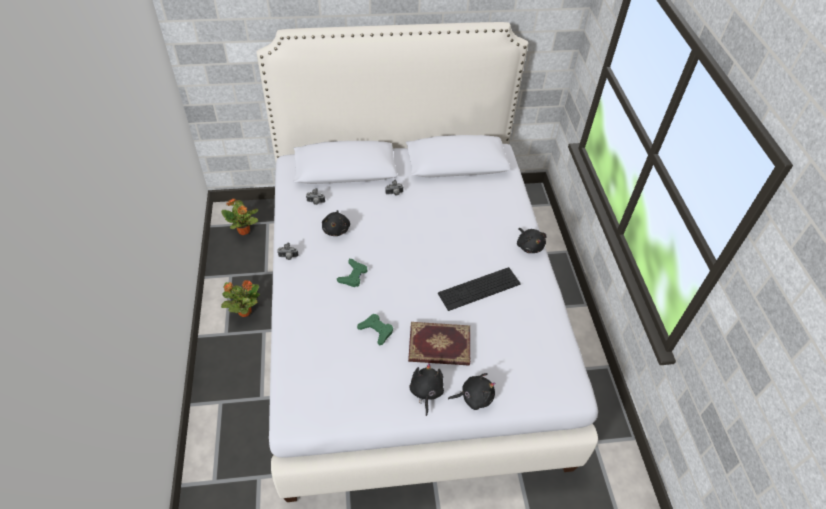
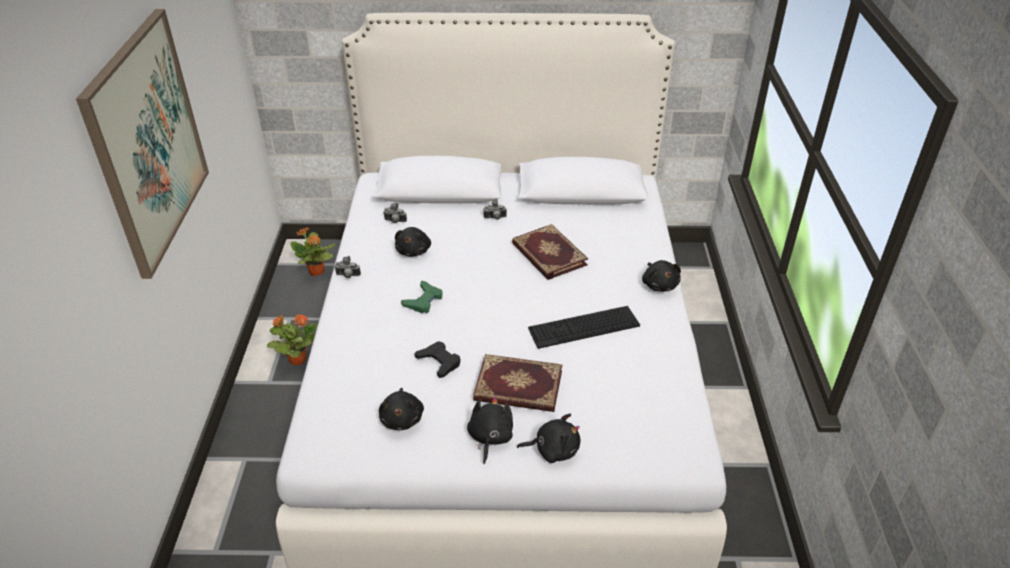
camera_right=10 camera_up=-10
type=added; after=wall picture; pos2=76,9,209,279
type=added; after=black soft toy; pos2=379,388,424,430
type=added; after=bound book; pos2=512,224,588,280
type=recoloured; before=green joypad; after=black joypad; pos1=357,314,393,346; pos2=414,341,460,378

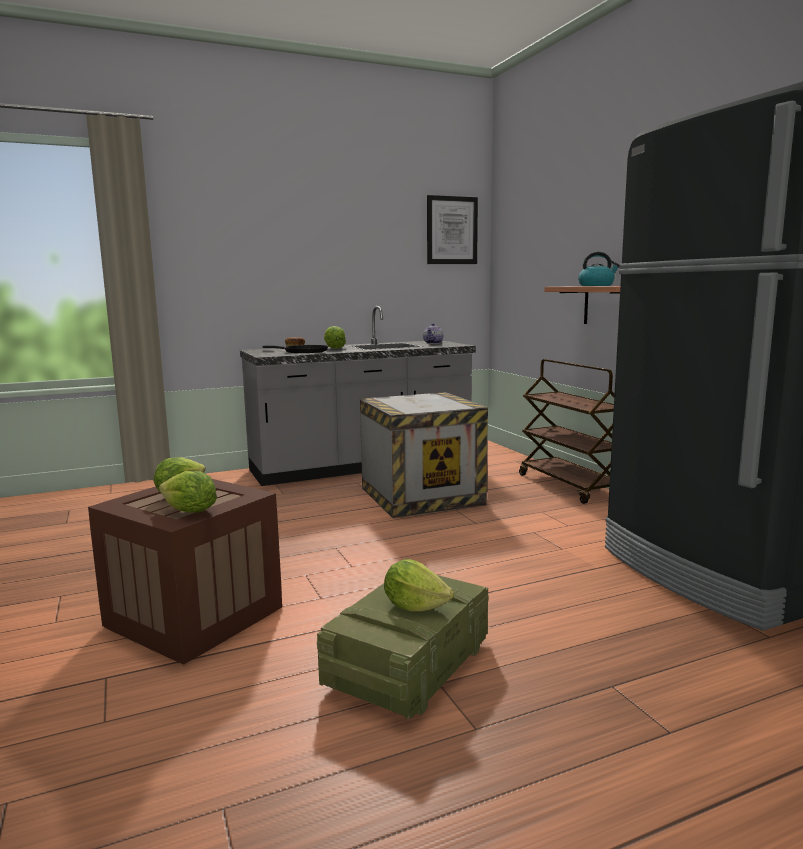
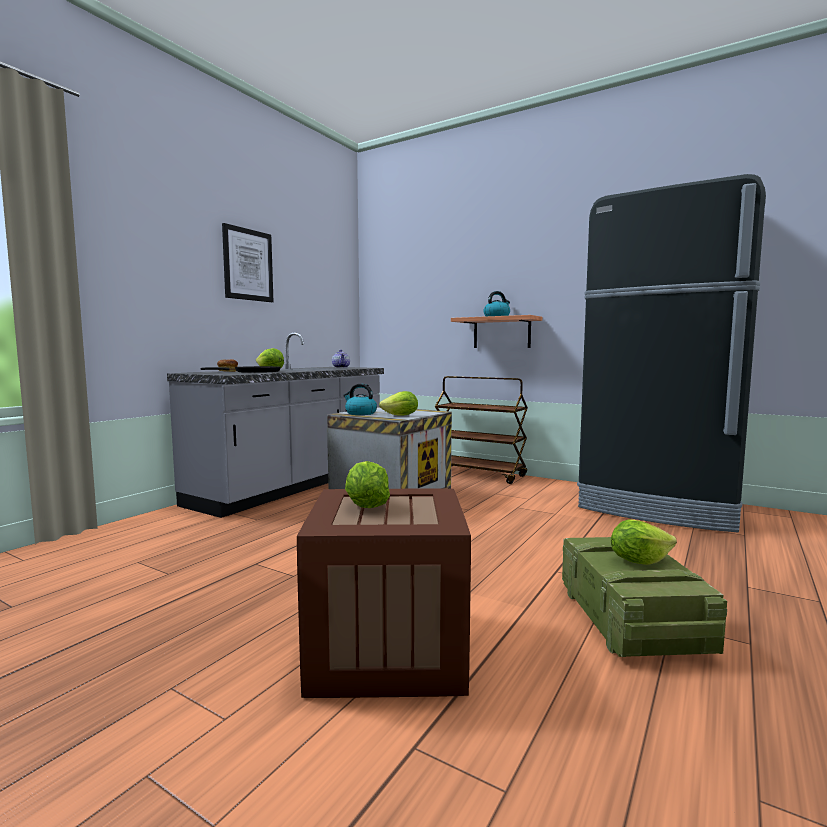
camera_right=-35 camera_up=-5
type=added; after=kettle; pos2=343,384,377,415
type=moved; before=head of lettuce; pos1=159,471,217,513; pos2=379,391,418,416
type=moved; before=wall picture; pos1=427,195,478,264; pos2=222,223,274,302

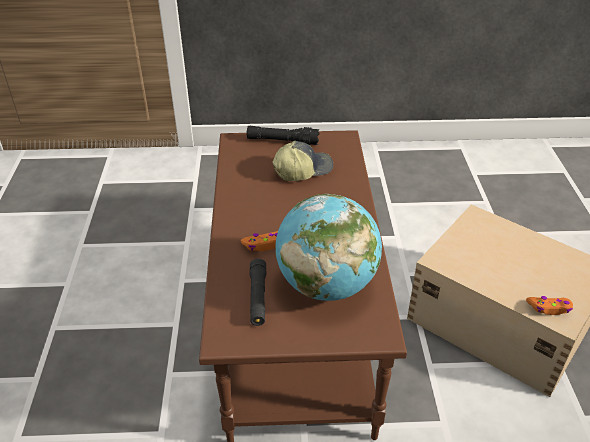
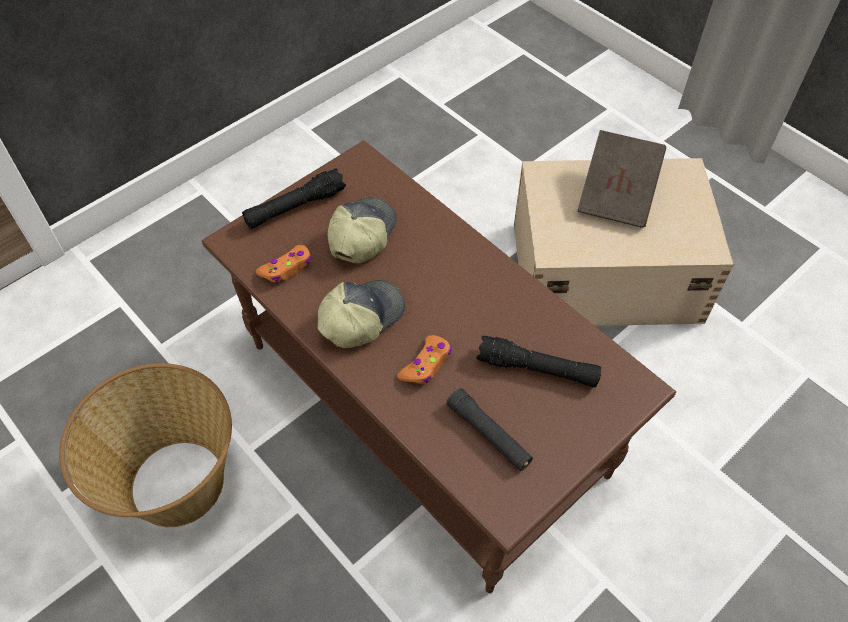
camera_right=-40 camera_up=15
type=added; after=storage basket; pos2=59,363,232,527
type=added; after=baseball cap; pos2=318,280,406,348
type=added; after=brown-coloured bound book; pos2=577,130,666,228
type=moved; before=orangey joypad; pos1=526,296,573,315; pos2=256,245,311,282
type=replaced; before=globe; after=black torch; pos1=276,194,382,301; pos2=476,336,601,388

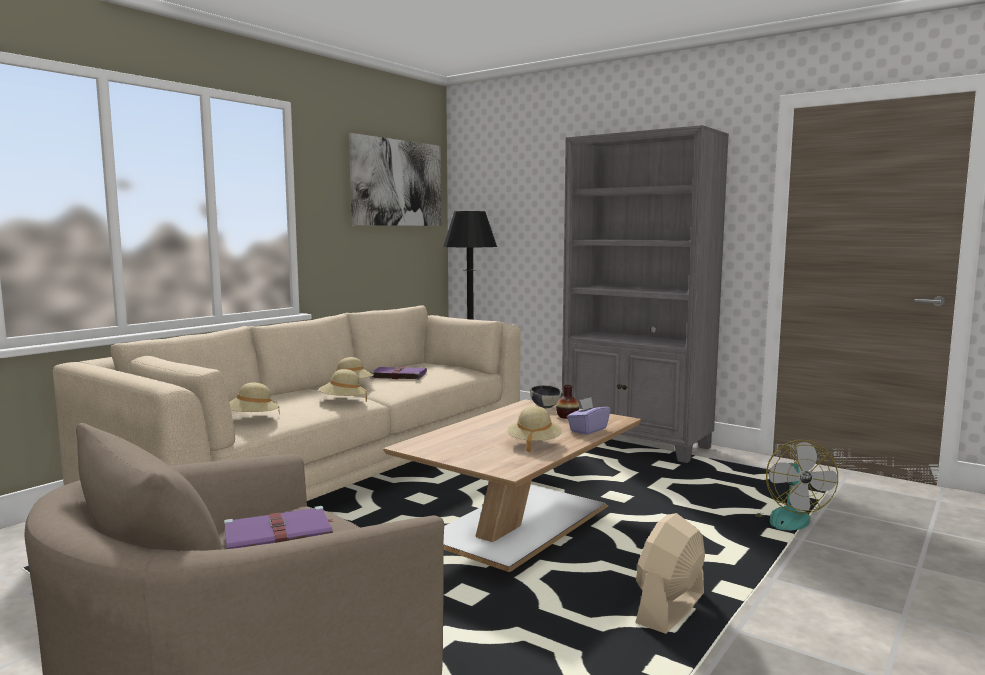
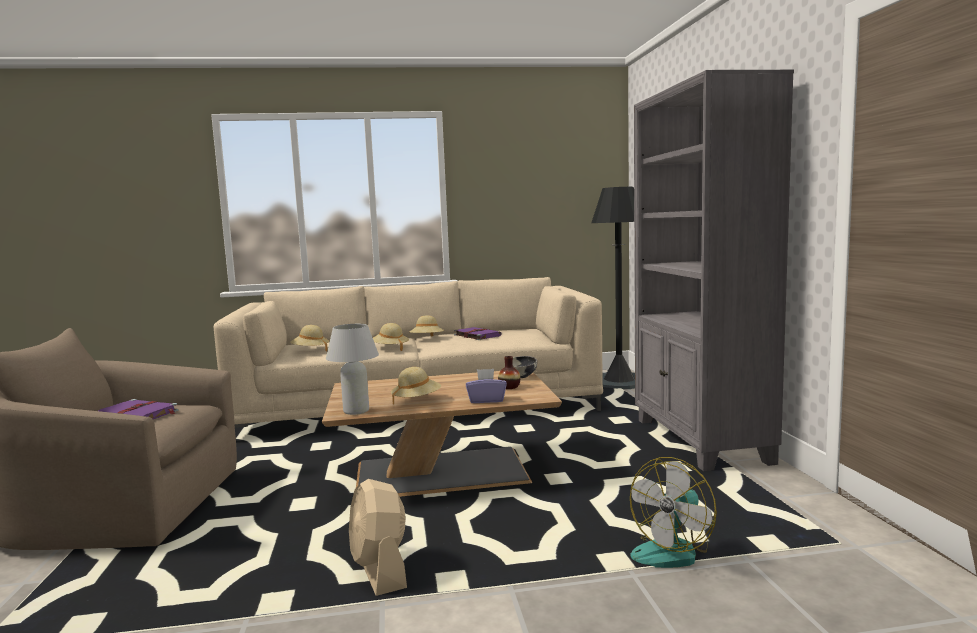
camera_right=45 camera_up=0
type=removed; before=wall picture; pos1=349,133,441,226
type=added; after=white table lamp; pos2=326,324,379,415
type=turned; before=beige-coloured cooling fan; pos1=635,513,705,634; pos2=349,479,407,596; turn=-105

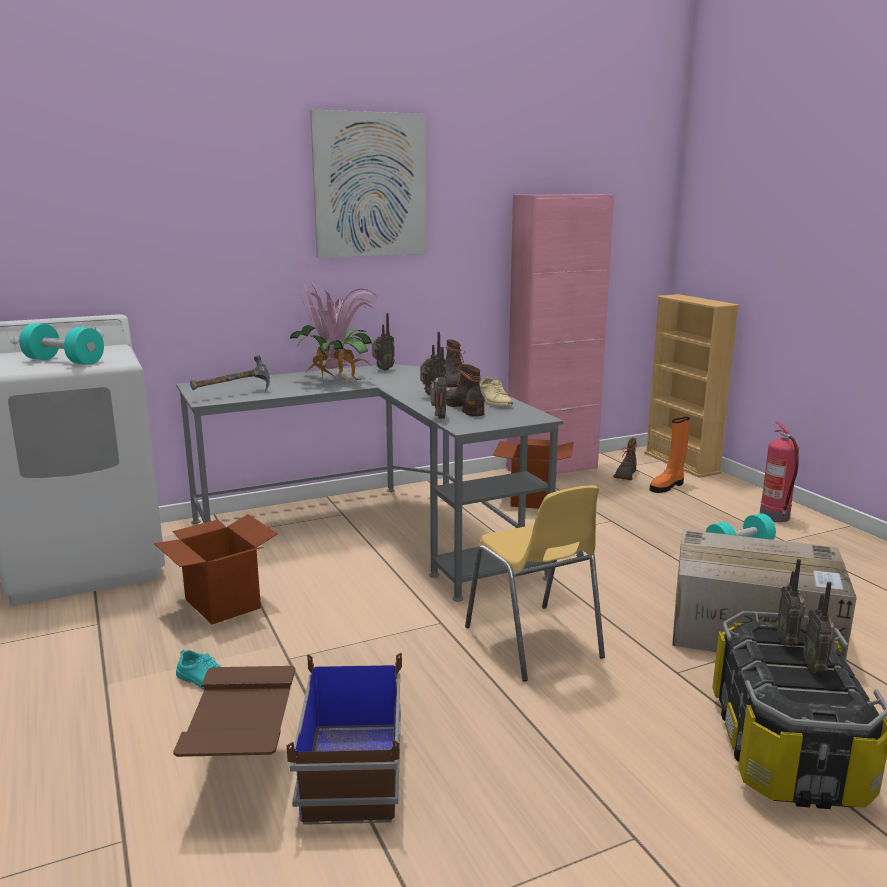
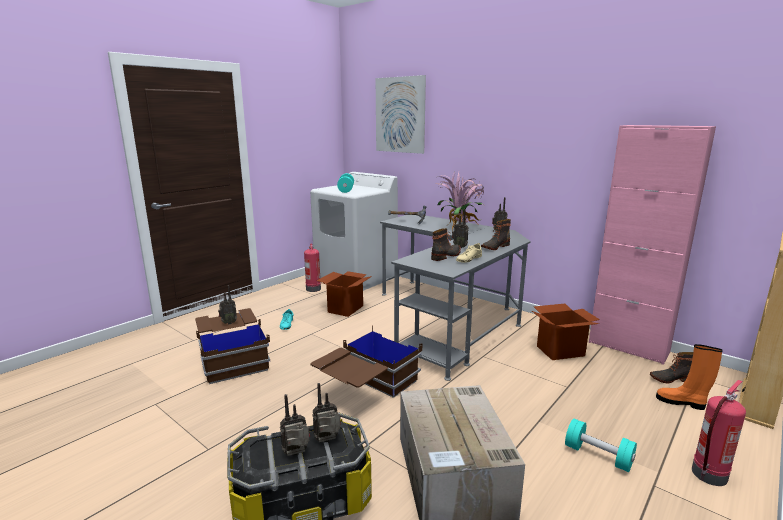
camera_right=65 camera_up=0
type=added; after=fire extinguisher; pos2=304,244,321,292
type=moved; before=wall picture; pos1=310,109,426,258; pos2=376,75,426,154
type=moved; before=radio receiver; pos1=430,347,446,419; pos2=218,285,237,324
type=replaced; before=yellow-coloured upright chair; after=brown-coloured storage box; pos1=465,485,605,681; pos2=311,325,422,398

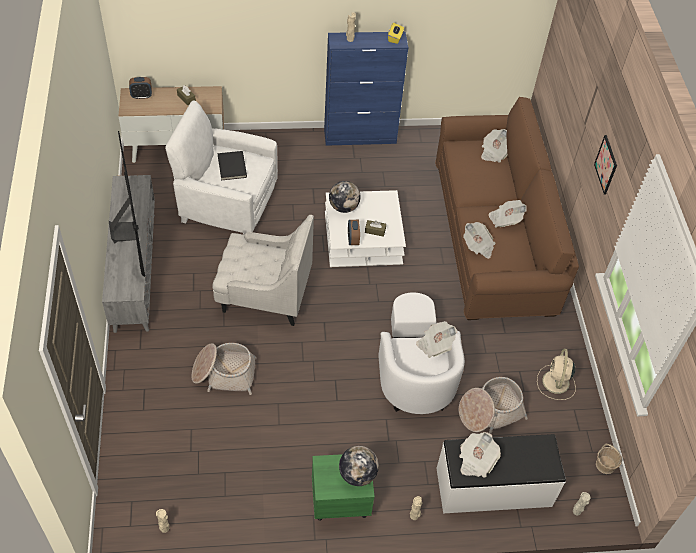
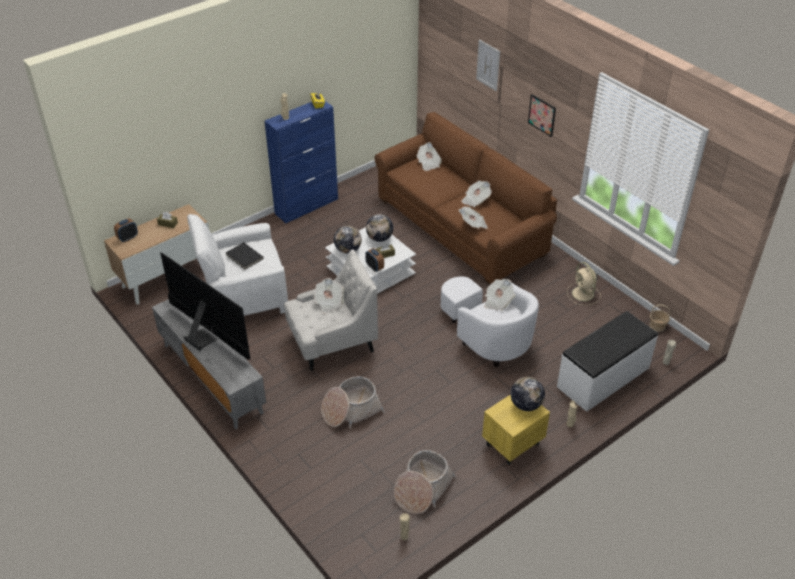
camera_right=-30 camera_up=-10
type=added; after=globe; pos2=366,214,393,242
type=added; after=wall picture; pos2=476,40,500,91
type=moved; before=storage basket; pos1=459,377,528,434; pos2=394,450,456,514
type=moved; before=daily paper; pos1=459,432,501,478; pos2=313,278,344,314
type=recoloured; before=green nightstand; after=yellow-coloured nightstand; pos1=312,454,375,521; pos2=482,394,550,465

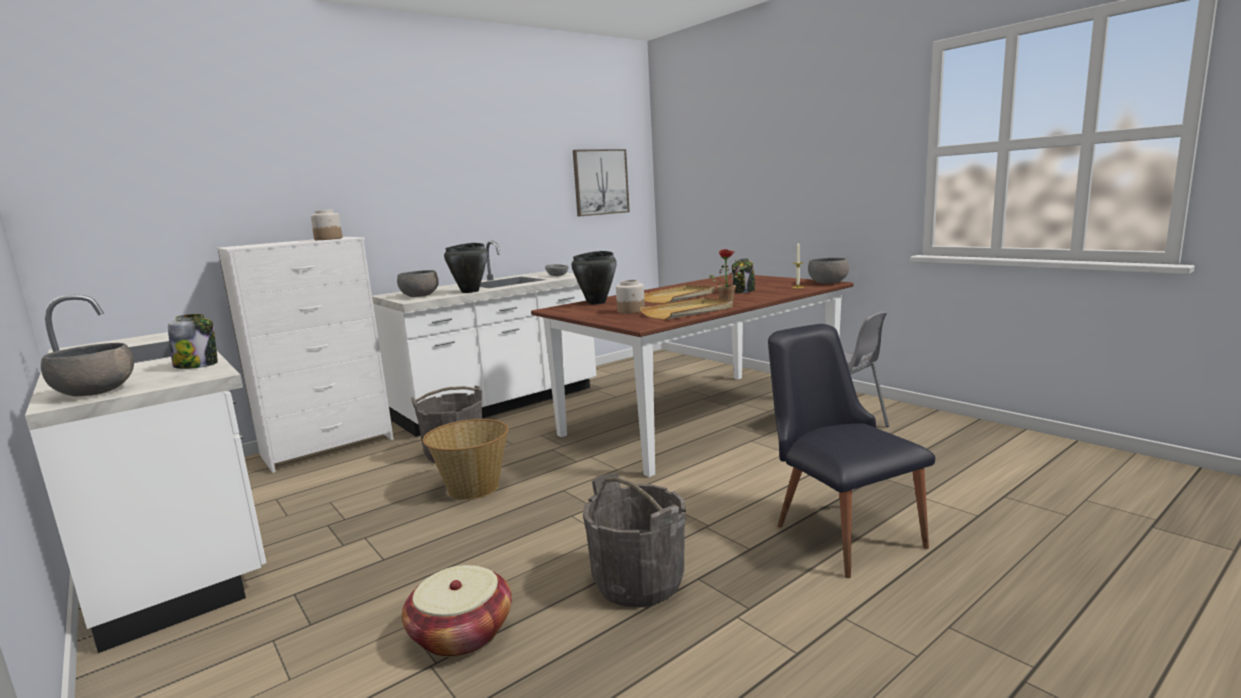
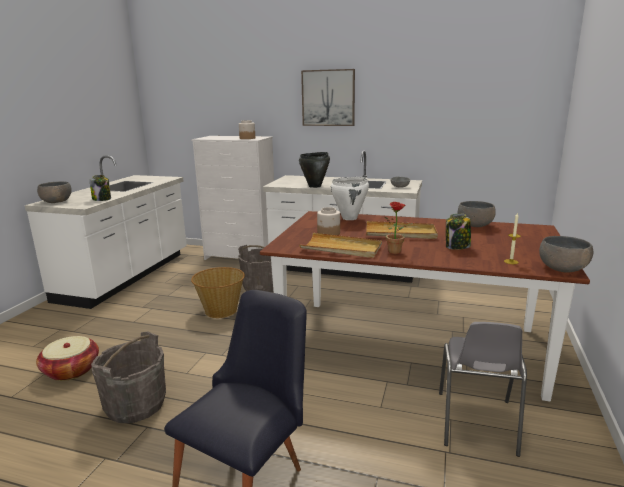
camera_right=55 camera_up=5
type=moved; before=gray deep dish; pos1=397,270,439,297; pos2=458,201,496,227
type=moved; before=wall picture; pos1=573,149,630,216; pos2=301,69,355,126
type=recoloured; before=black saucepot; after=white saucepot; pos1=571,251,617,305; pos2=331,177,369,220

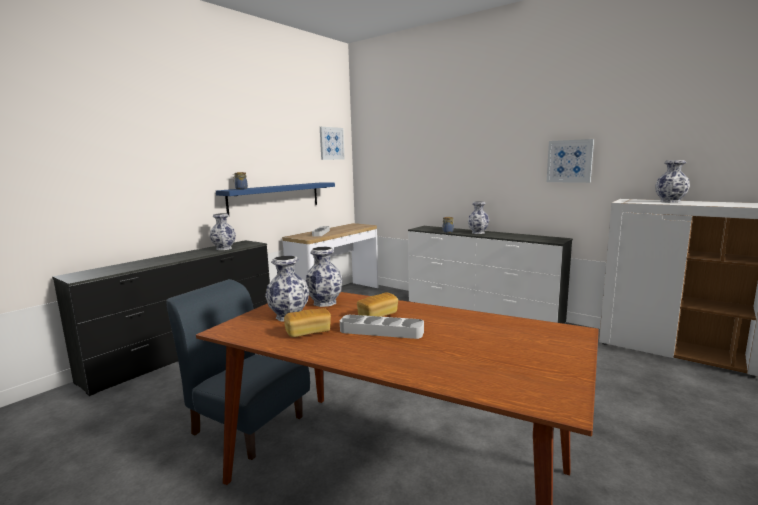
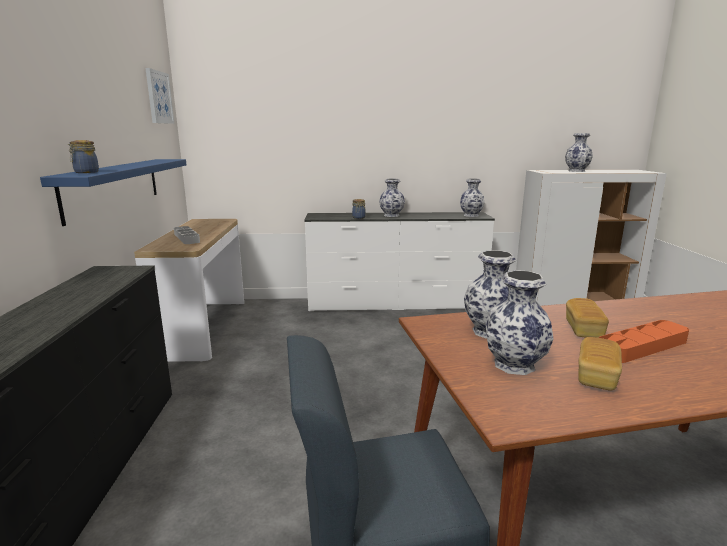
camera_right=-40 camera_up=5
type=removed; before=wall picture; pos1=547,139,594,183
type=moved; before=flower vase; pos1=210,213,236,250; pos2=460,178,485,217
type=recoloured; before=gray tray; after=orangey tray; pos1=340,315,424,339; pos2=598,320,689,363

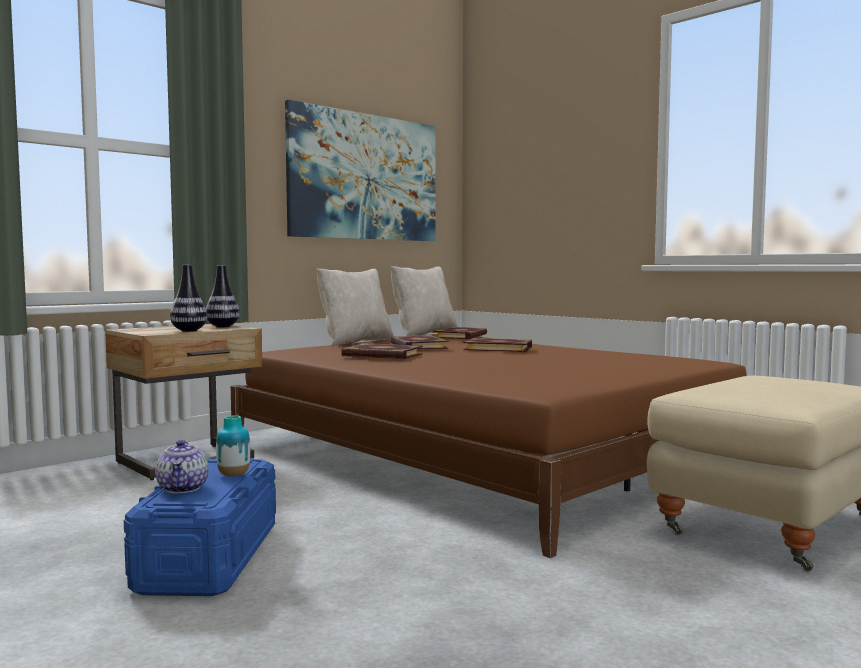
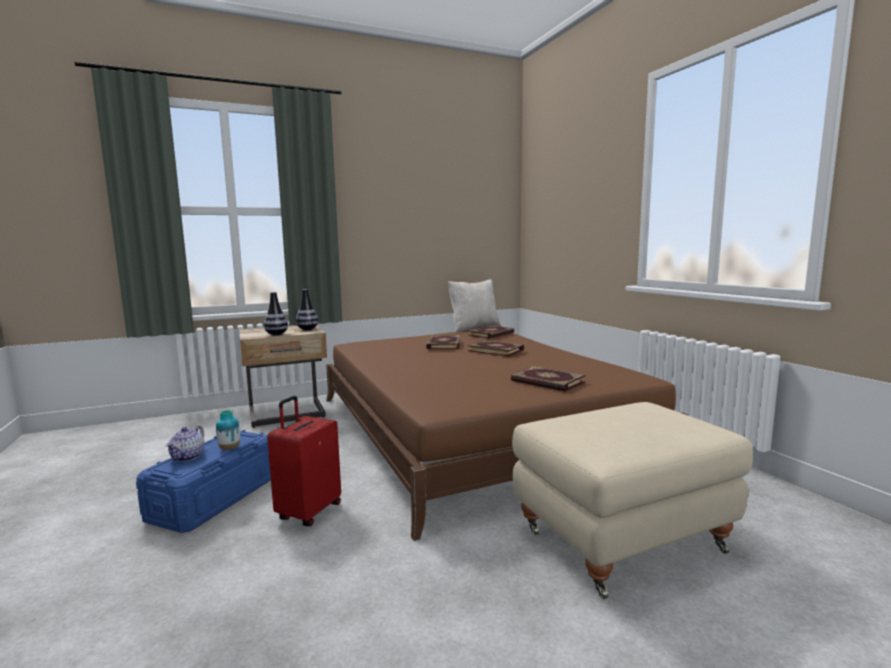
camera_right=20 camera_up=5
type=removed; before=wall picture; pos1=285,100,436,241
type=removed; before=beige-coloured cushion; pos1=316,269,394,346
type=added; after=red-coloured piece of luggage; pos2=267,396,341,526
type=moved; before=bound book; pos1=341,343,423,359; pos2=511,366,586,392

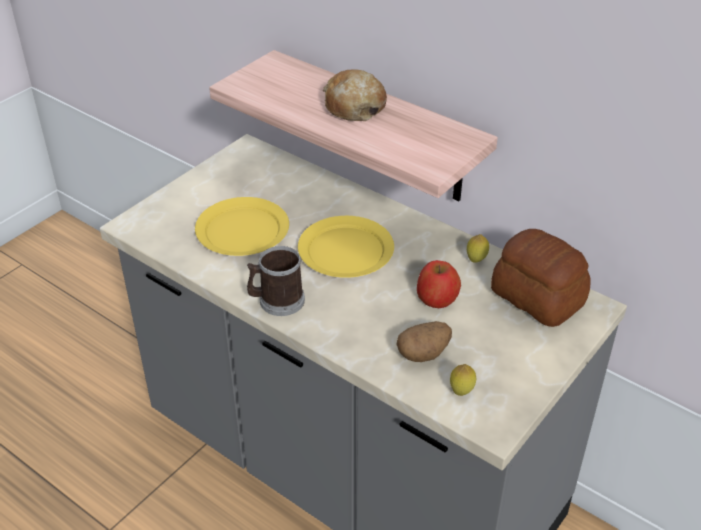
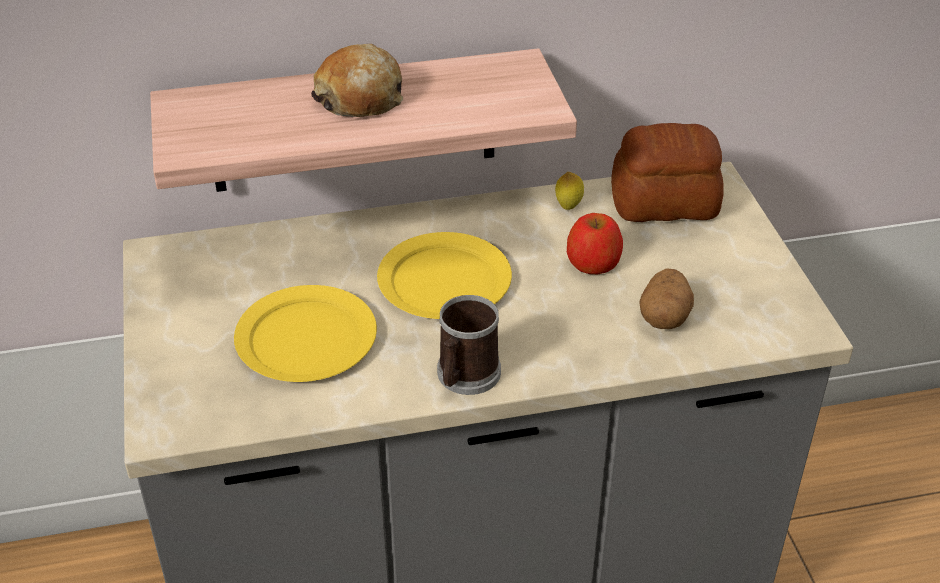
camera_right=-50 camera_up=0
type=removed; before=whole lemon; pos1=450,364,476,396

